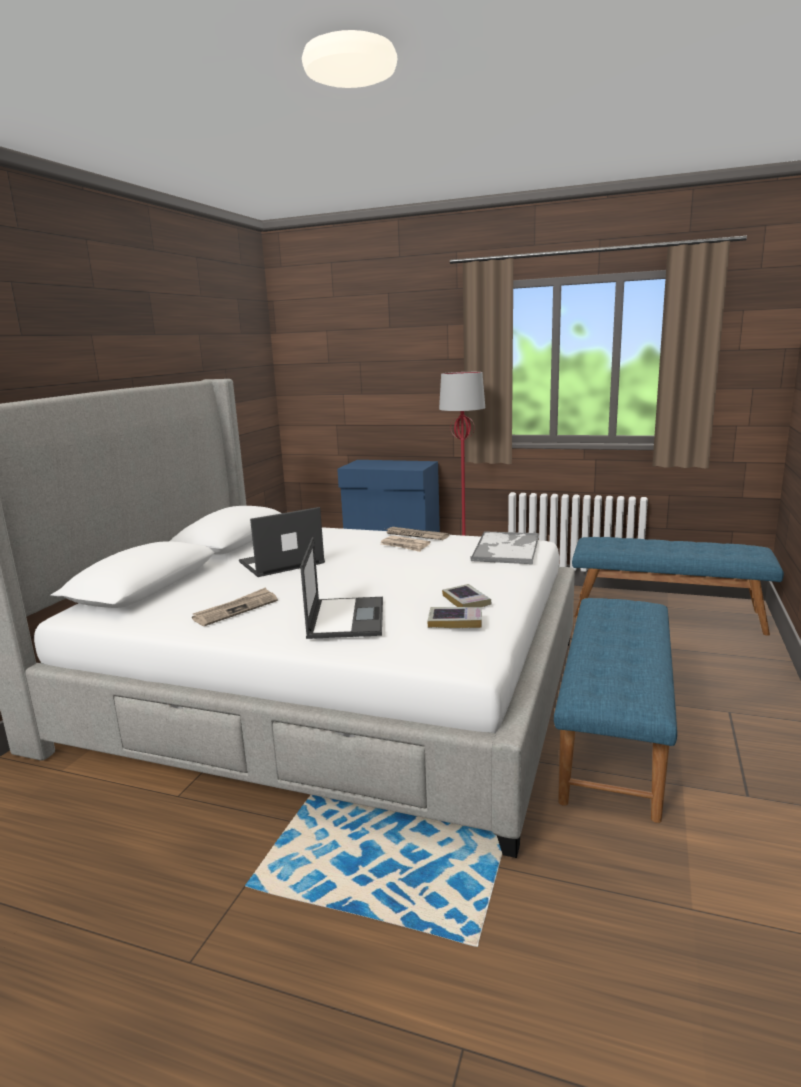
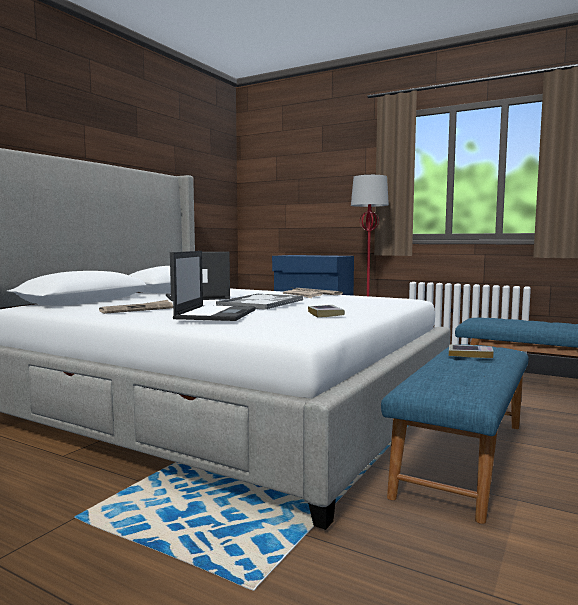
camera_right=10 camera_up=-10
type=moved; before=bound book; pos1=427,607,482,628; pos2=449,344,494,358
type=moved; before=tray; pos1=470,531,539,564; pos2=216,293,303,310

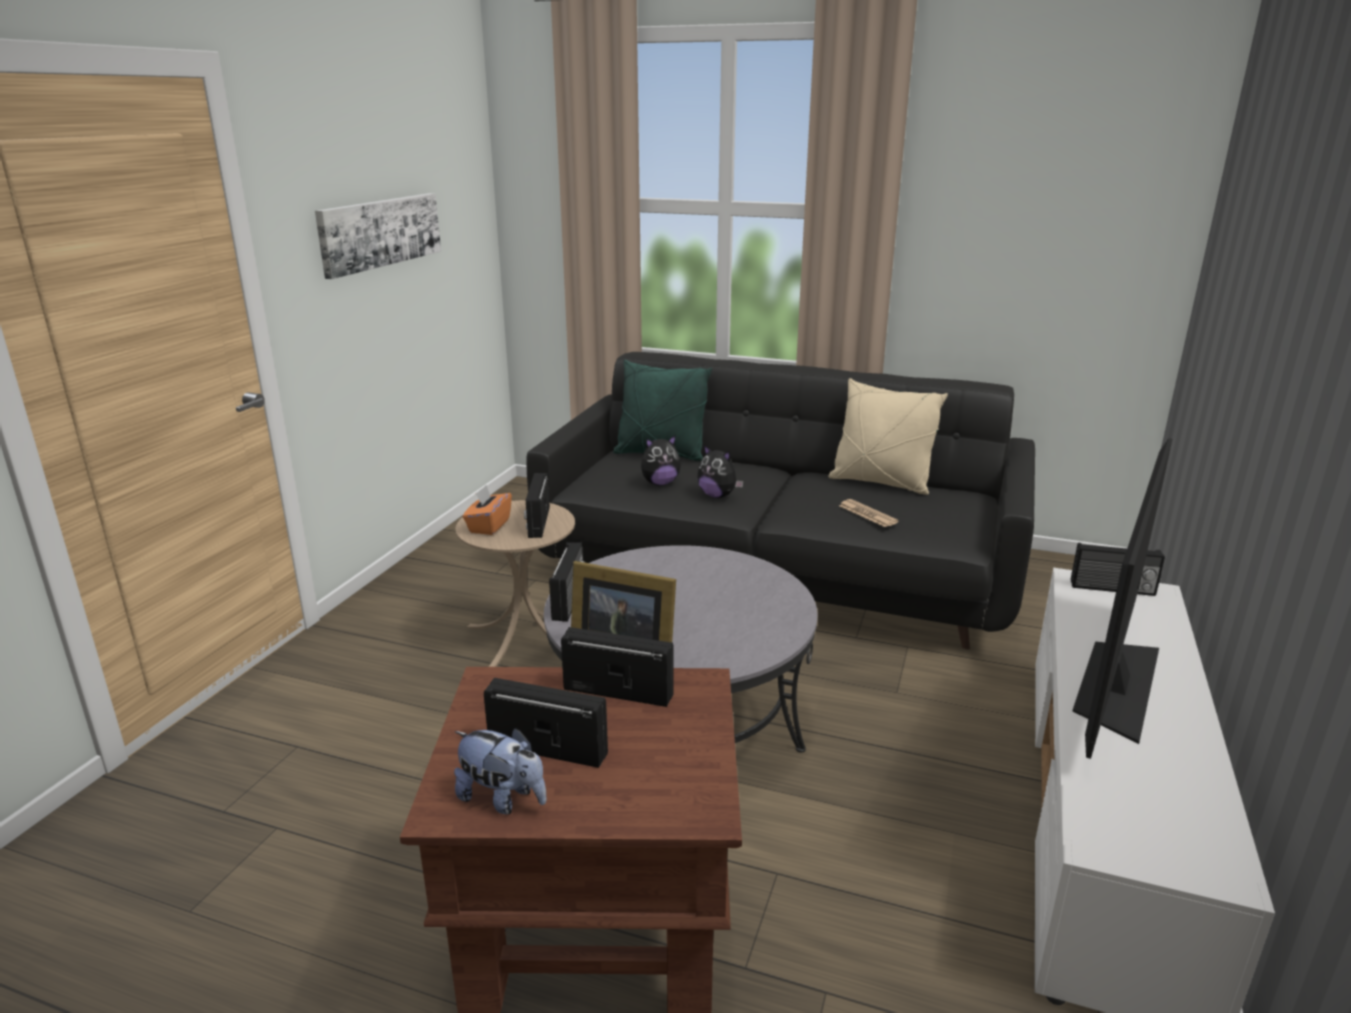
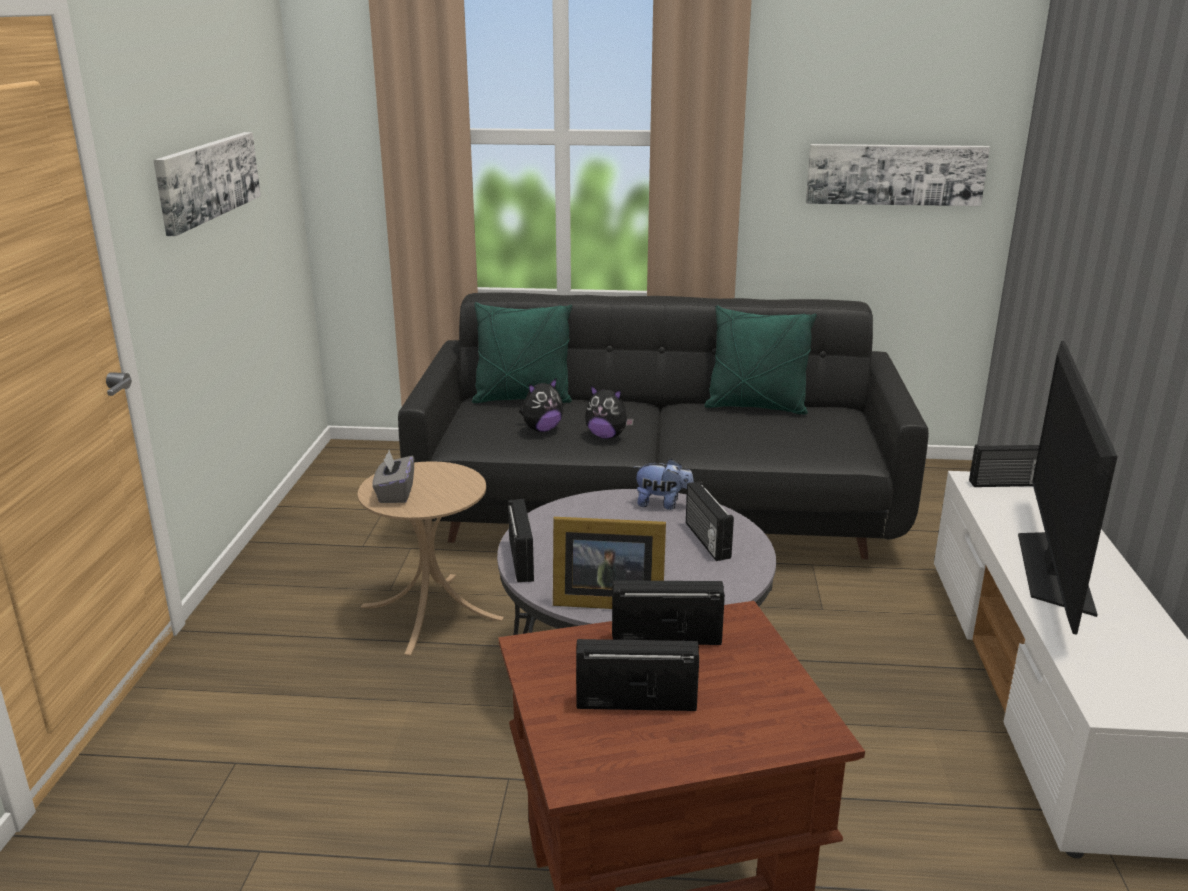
camera_right=-15 camera_up=0
type=removed; before=daily paper; pos1=839,499,899,527
type=added; after=wall picture; pos2=806,144,990,206
type=moved; before=soft toy; pos1=454,728,547,815; pos2=633,459,694,510
type=moved; before=radio receiver; pos1=524,473,550,538; pos2=686,482,734,561
type=recoloured; before=orangey box of tissues; after=gray box of tissues; pos1=463,485,512,535; pos2=372,450,414,503
type=recoloured; before=beige-coloured cushion; after=green cushion; pos1=828,378,948,495; pos2=704,305,817,415

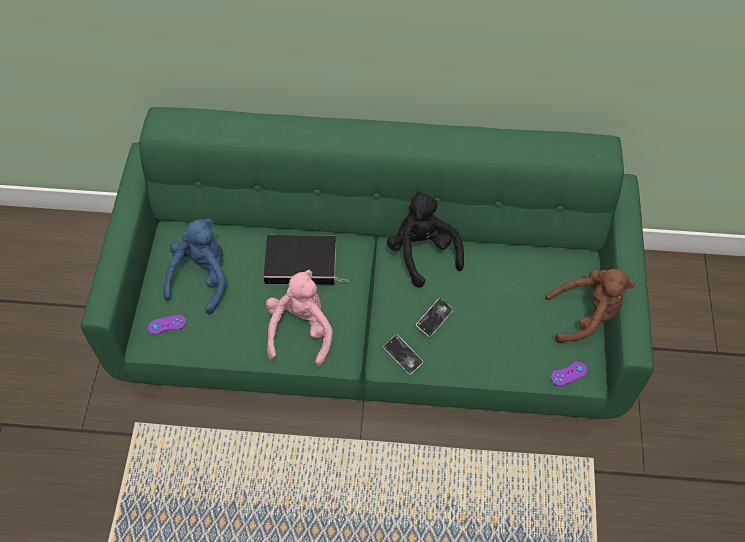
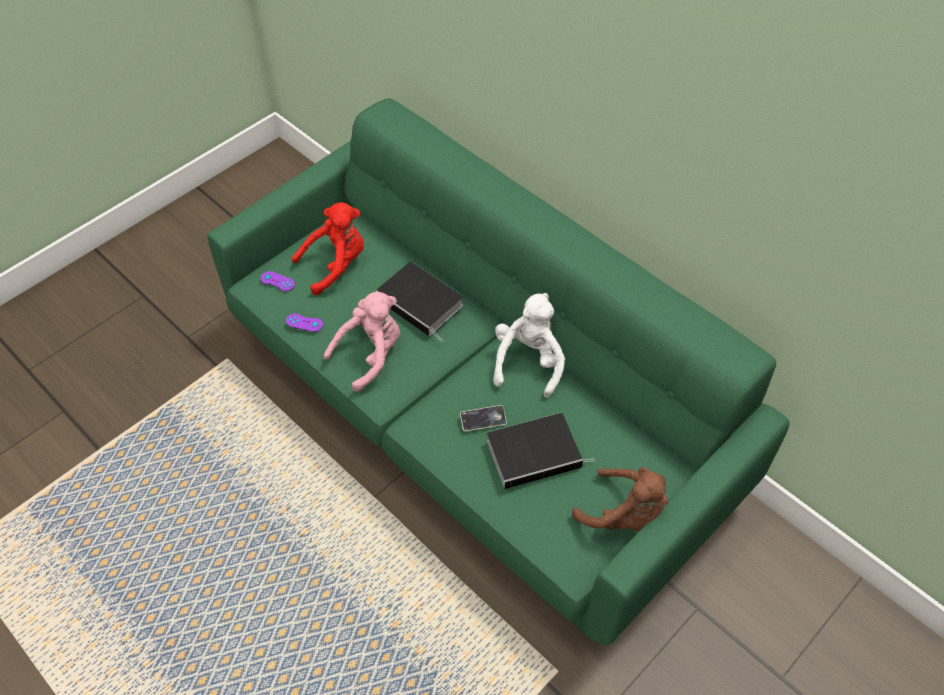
camera_right=40 camera_up=-5
type=removed; before=telephone; pos1=384,335,423,375
type=added; after=bound book; pos2=487,413,595,489
type=moved; before=purplish joypad; pos1=551,362,587,386; pos2=286,313,323,332
type=recoloured; before=blue soft toy; after=red-coloured soft toy; pos1=163,219,226,315; pos2=292,202,364,295
type=recoloured; before=black soft toy; after=white soft toy; pos1=387,191,464,287; pos2=493,293,565,398

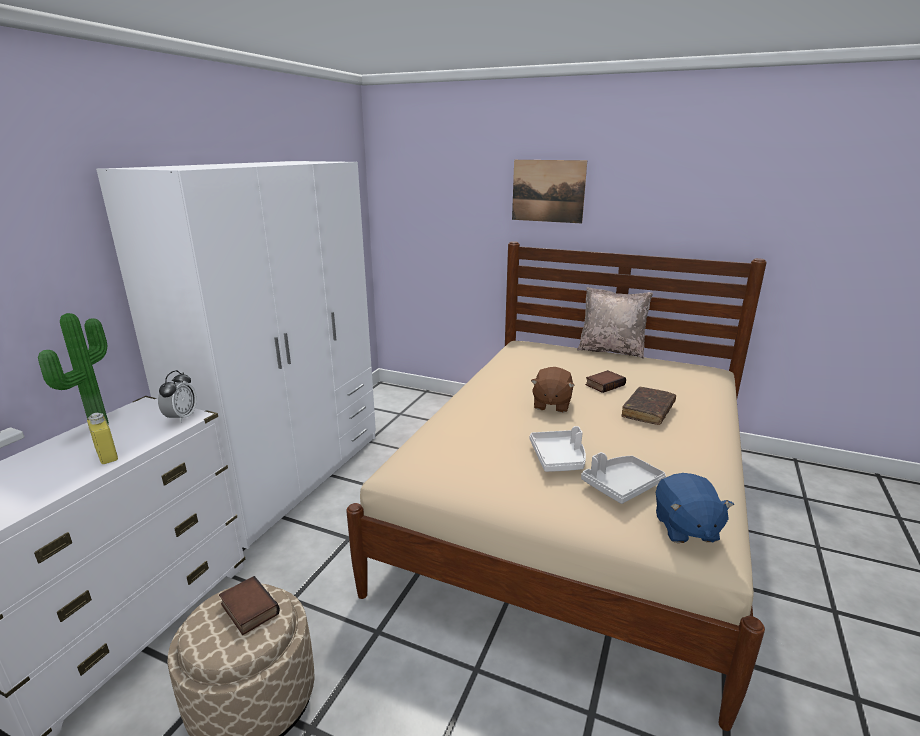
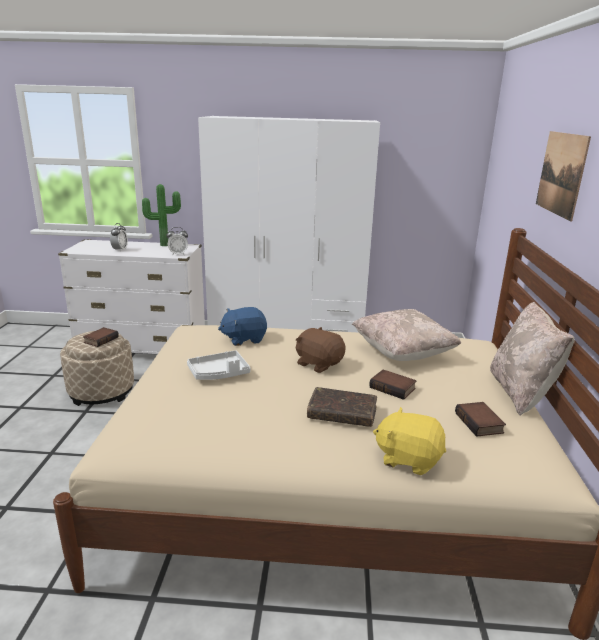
camera_right=70 camera_up=0
type=removed; before=yellow-coloured bottle; pos1=87,413,118,464
type=removed; before=gray tray; pos1=581,452,666,504
type=added; after=alarm clock; pos2=110,223,128,252
type=added; after=beige-coloured cushion; pos2=352,309,461,361
type=added; after=yellow-coloured soft toy; pos2=373,407,446,475
type=added; after=bound book; pos2=455,402,506,437
type=moved; before=blue soft toy; pos1=656,473,734,543; pos2=218,307,267,346
type=turned; before=brown-coloured soft toy; pos1=531,367,575,413; pos2=296,327,346,373; turn=45

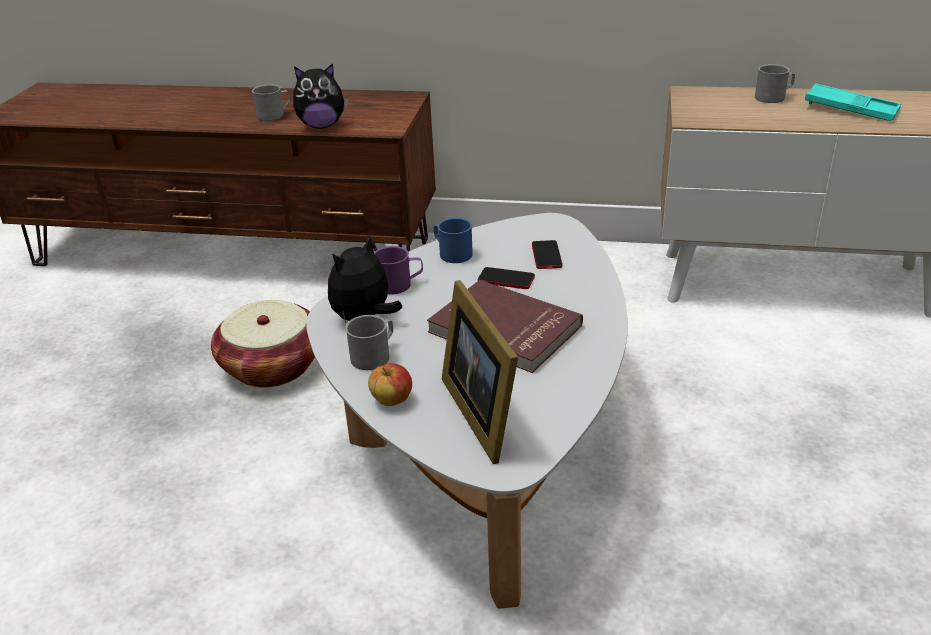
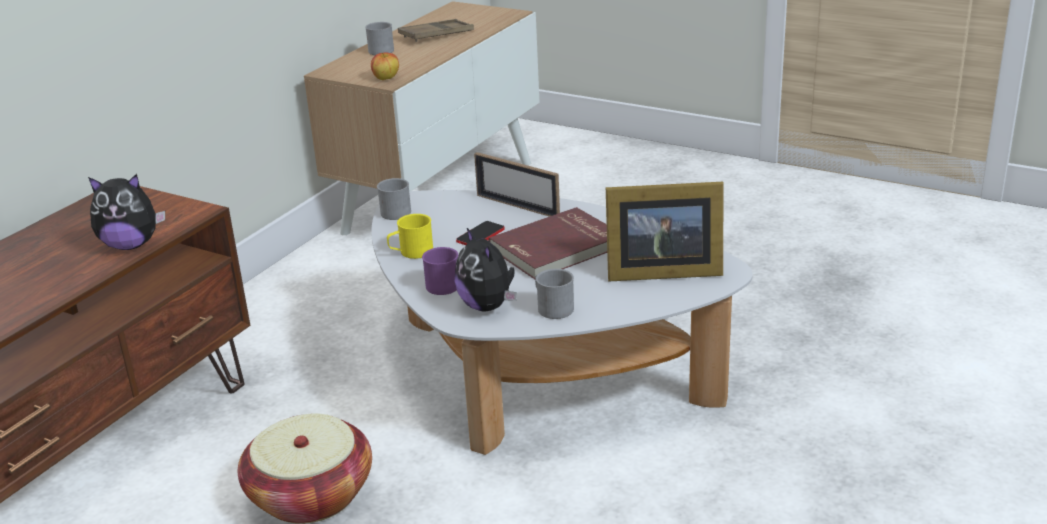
camera_right=-70 camera_up=-5
type=removed; before=telephone; pos1=532,240,562,269
type=added; after=standing frame; pos2=474,152,560,217
type=moved; before=gray coffee mug; pos1=252,84,291,121; pos2=377,178,411,220
type=moved; before=whole apple; pos1=368,363,412,406; pos2=371,53,399,80
type=recoloured; before=blue coffee mug; after=yellow-coloured coffee mug; pos1=434,218,473,263; pos2=387,214,433,259
type=recoloured; before=turquoise-coloured tray; after=brown-coloured tray; pos1=805,83,901,121; pos2=398,19,474,42
type=turned; before=soft toy; pos1=293,63,348,129; pos2=88,174,165,250; turn=75

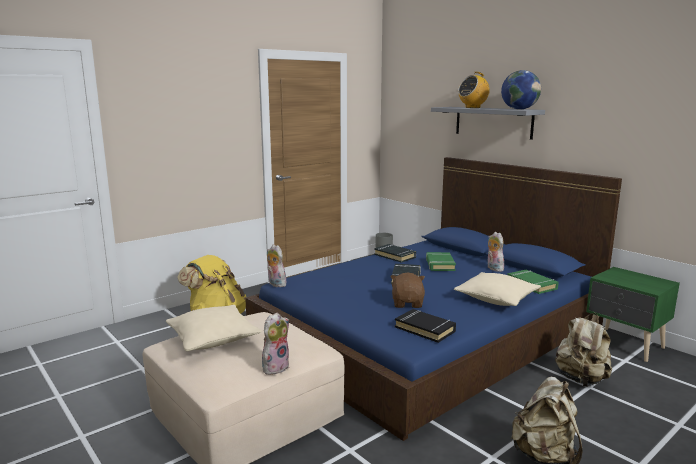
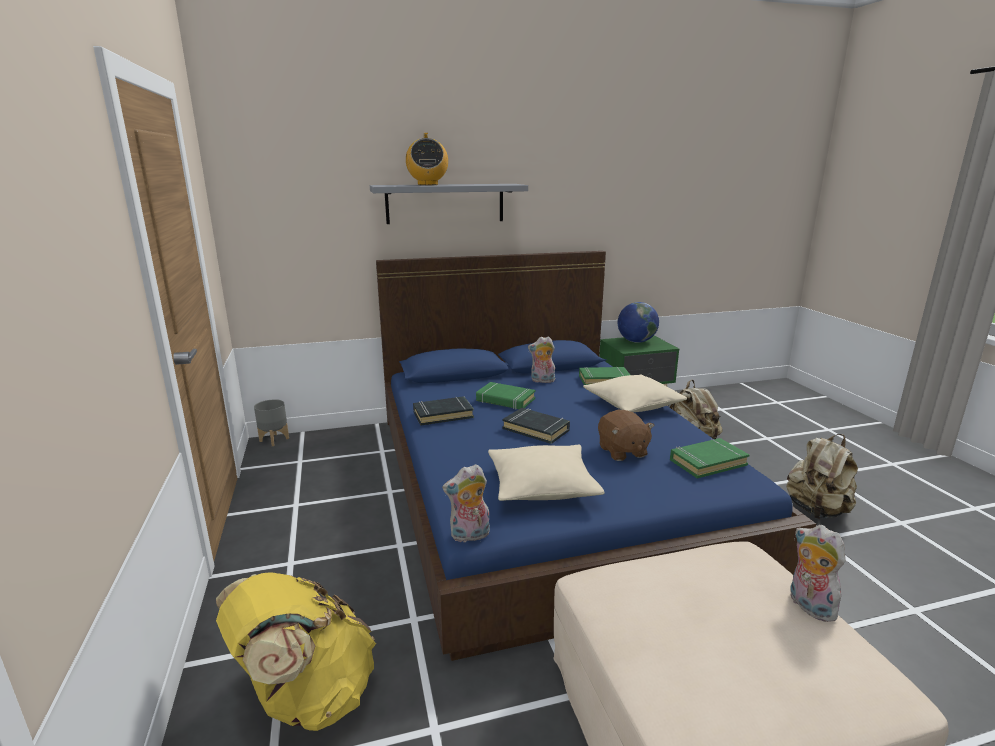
camera_right=-65 camera_up=5
type=moved; before=beige-coloured cushion; pos1=166,305,262,351; pos2=488,445,604,501
type=moved; before=globe; pos1=501,70,541,110; pos2=618,302,659,343
type=recoloured; before=black bound book; after=green bound book; pos1=395,309,456,343; pos2=670,438,749,478
type=turned; before=brown-coloured soft toy; pos1=390,273,425,308; pos2=598,410,654,461; turn=-135

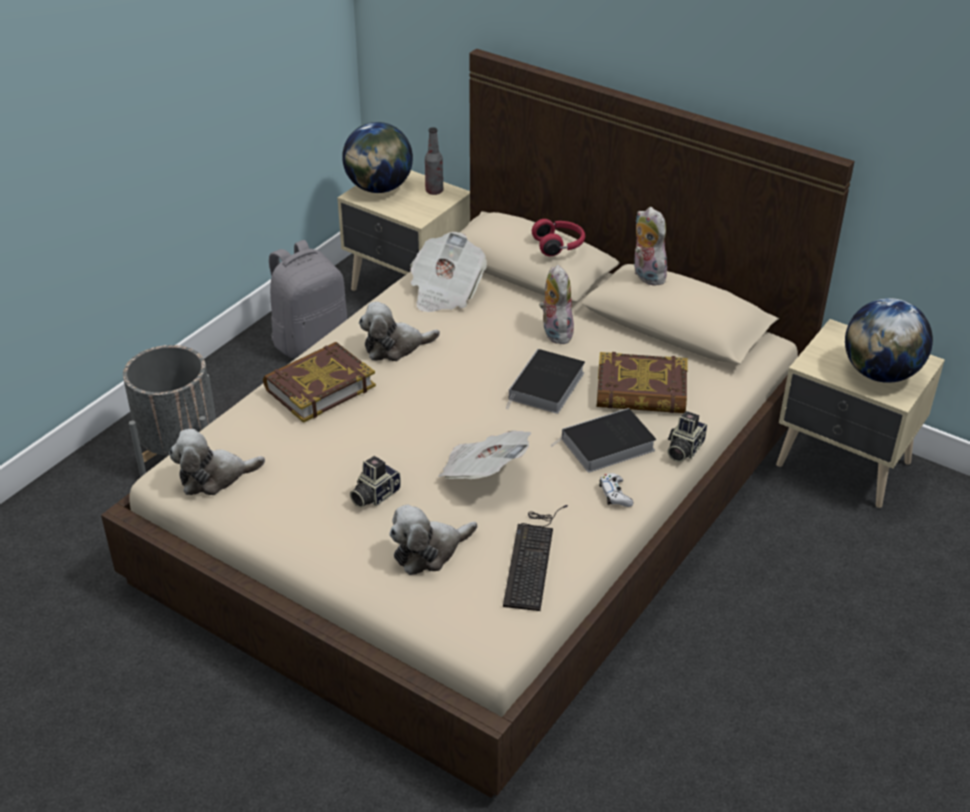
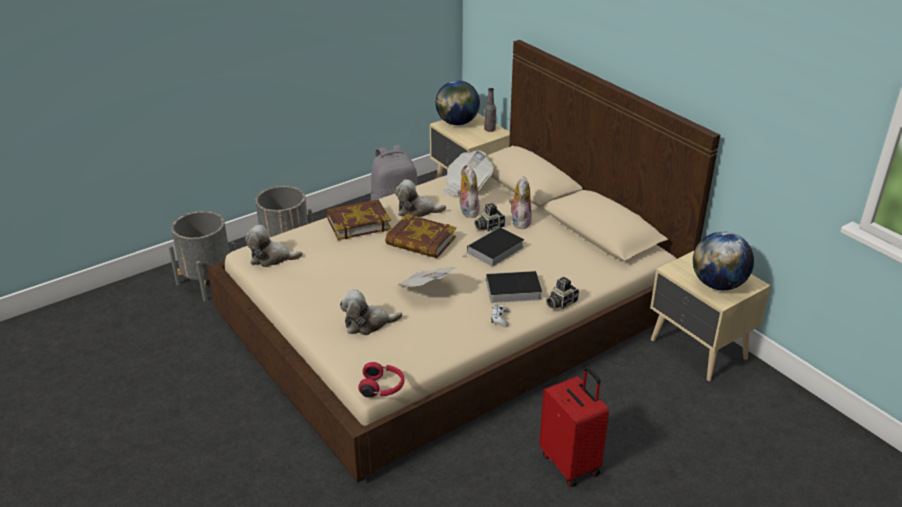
camera_right=20 camera_up=-5
type=removed; before=computer keyboard; pos1=503,505,568,611
type=added; after=gray planter; pos2=168,211,236,302
type=added; after=red-coloured piece of luggage; pos2=539,366,609,487
type=moved; before=photo camera; pos1=350,456,401,508; pos2=474,203,505,232
type=moved; before=red-coloured headphones; pos1=532,219,585,256; pos2=358,362,405,397
type=moved; before=bound book; pos1=596,352,688,413; pos2=385,214,456,258
type=moved; before=soft toy; pos1=634,207,670,286; pos2=457,166,481,218

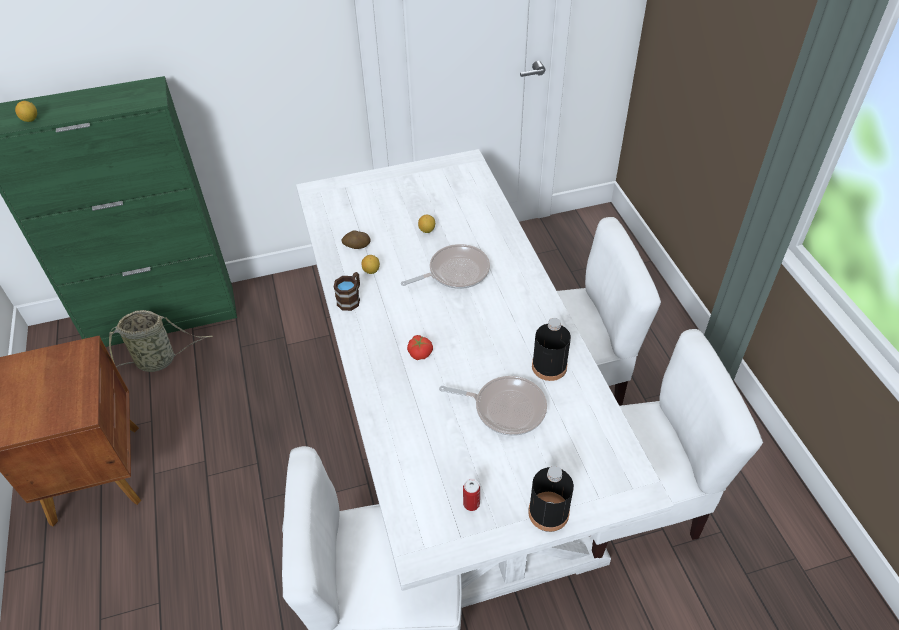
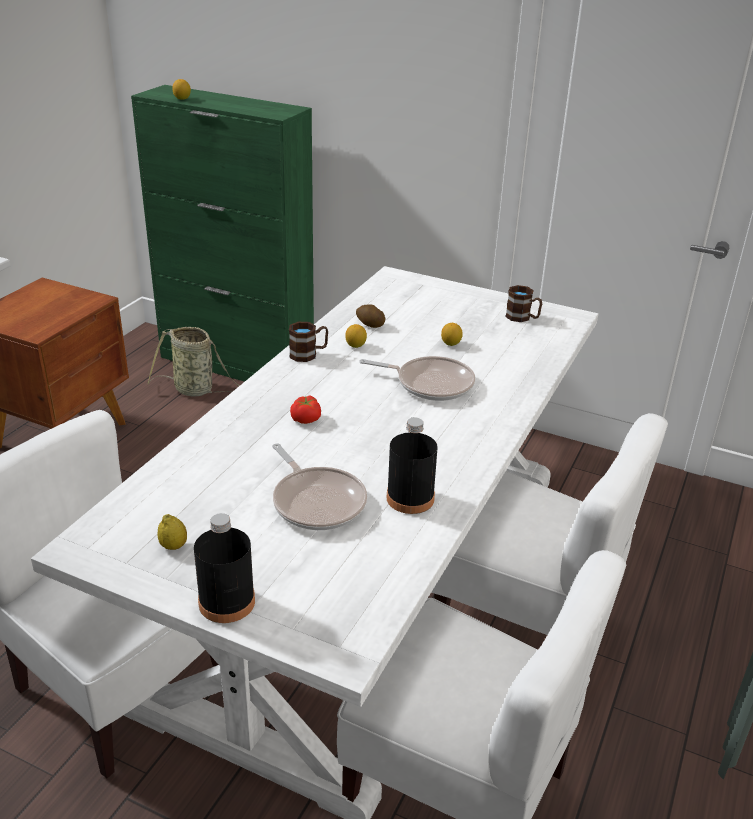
camera_right=40 camera_up=-15
type=added; after=brown-coloured coffee mug; pos2=505,285,542,322
type=replaced; before=metal can; after=whole lemon; pos1=463,479,480,511; pos2=158,514,187,550

